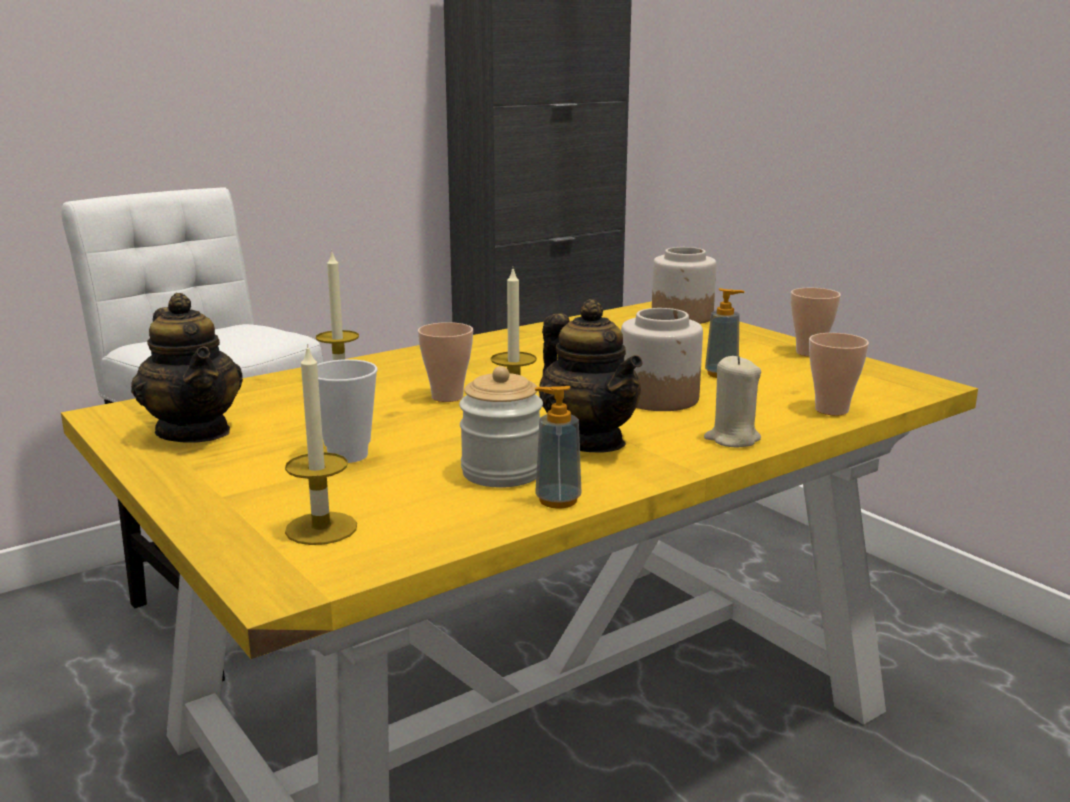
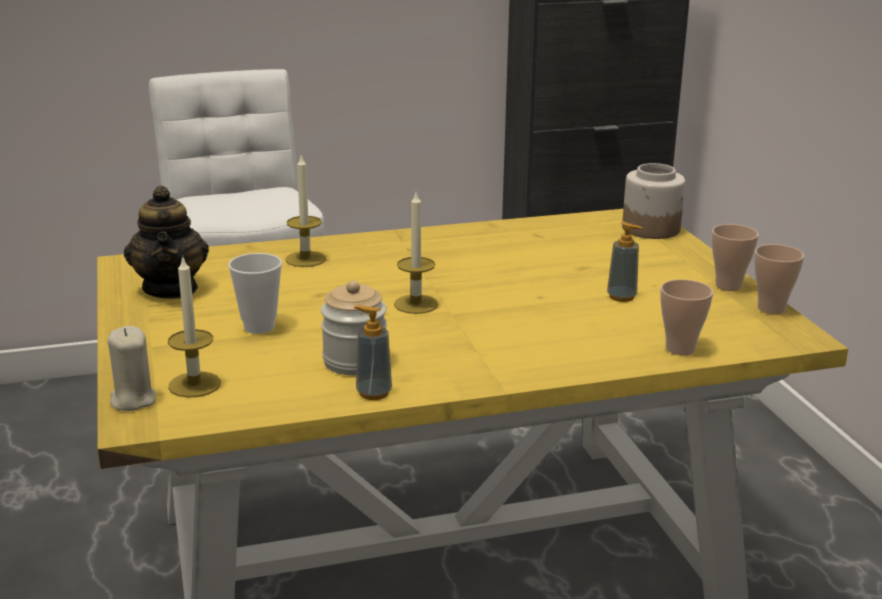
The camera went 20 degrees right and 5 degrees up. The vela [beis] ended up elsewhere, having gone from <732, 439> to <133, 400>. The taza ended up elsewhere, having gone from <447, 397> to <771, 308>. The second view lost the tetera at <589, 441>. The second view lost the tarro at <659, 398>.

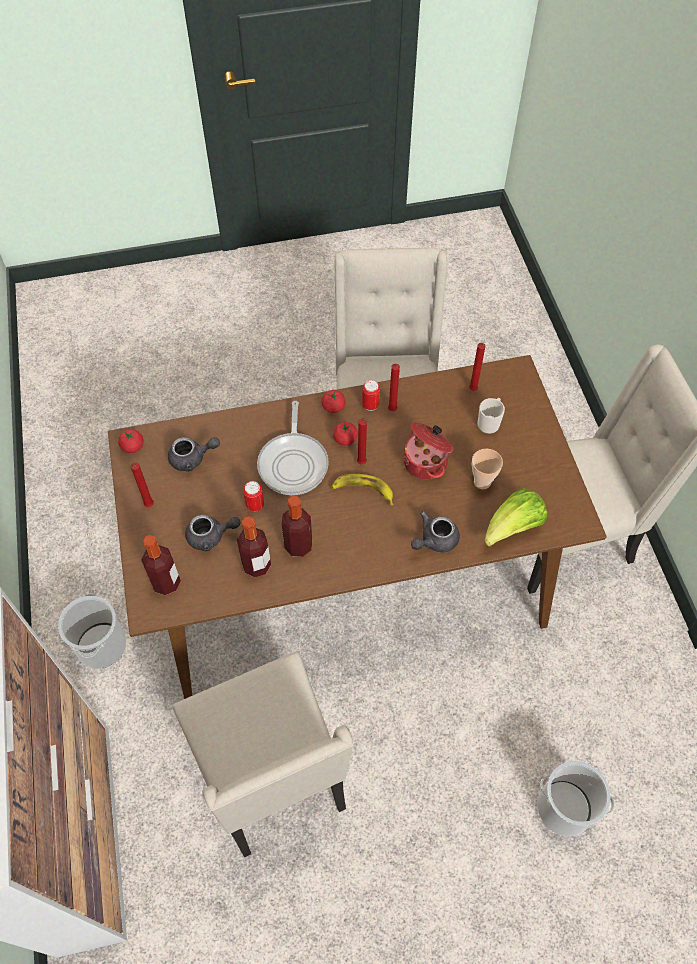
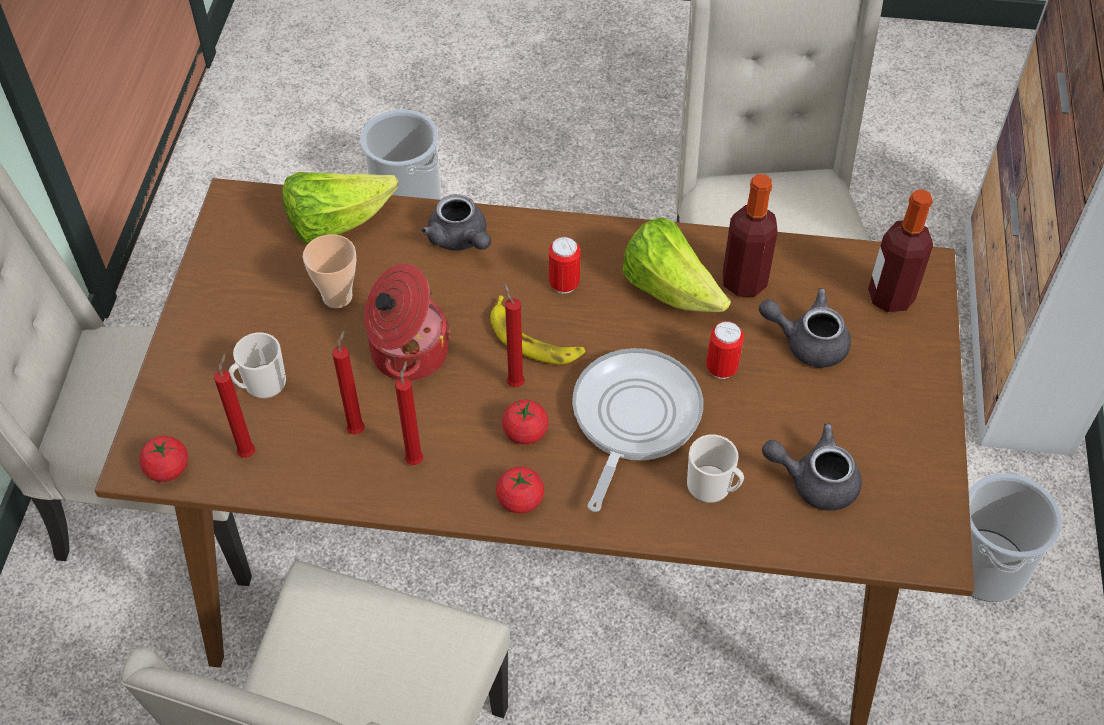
The camera went 160 degrees left and 5 degrees down. The tomate ended up elsewhere, having gone from <133, 446> to <168, 469>. The vela [rojo] ended up elsewhere, having gone from <149, 506> to <357, 428>. The tetera [gris] at <434, 540> ended up facing another way, 75 degrees clockwise from before. The lata ended up elsewhere, having gone from <370, 405> to <564, 284>. Where the botella stood at <298, 545>, the lechuga came to stand at <670, 290>. The second view gained the taza grande at <713, 487>.

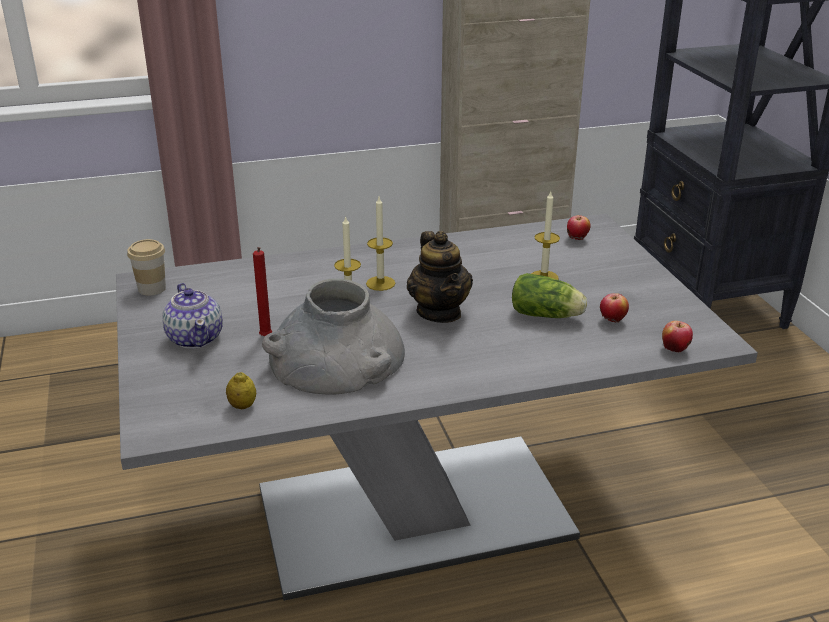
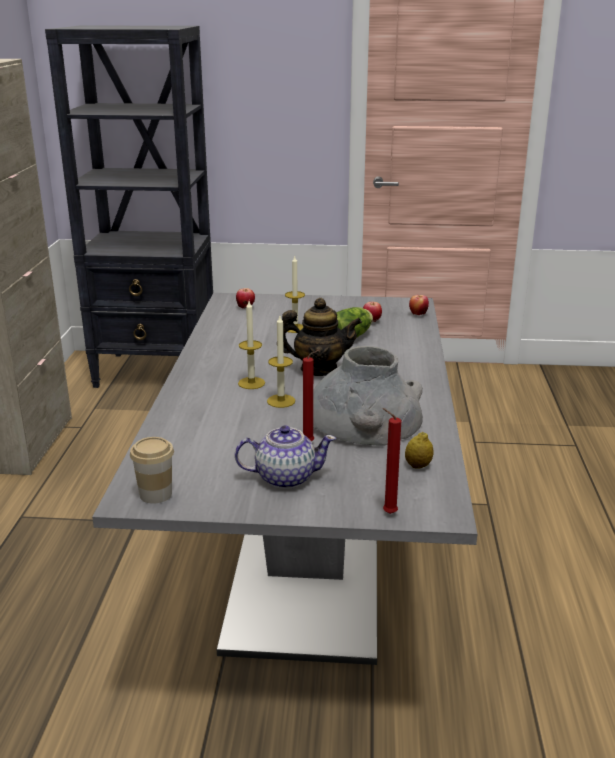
The camera went 70 degrees left and 5 degrees down. The second view gained the vela [rojo] at <387, 513>.

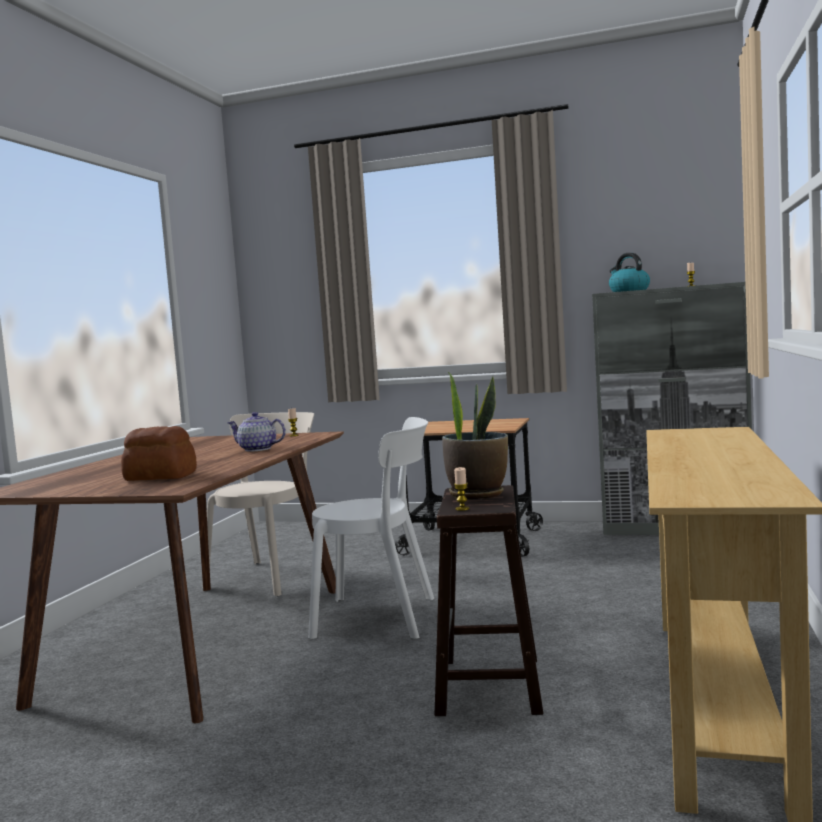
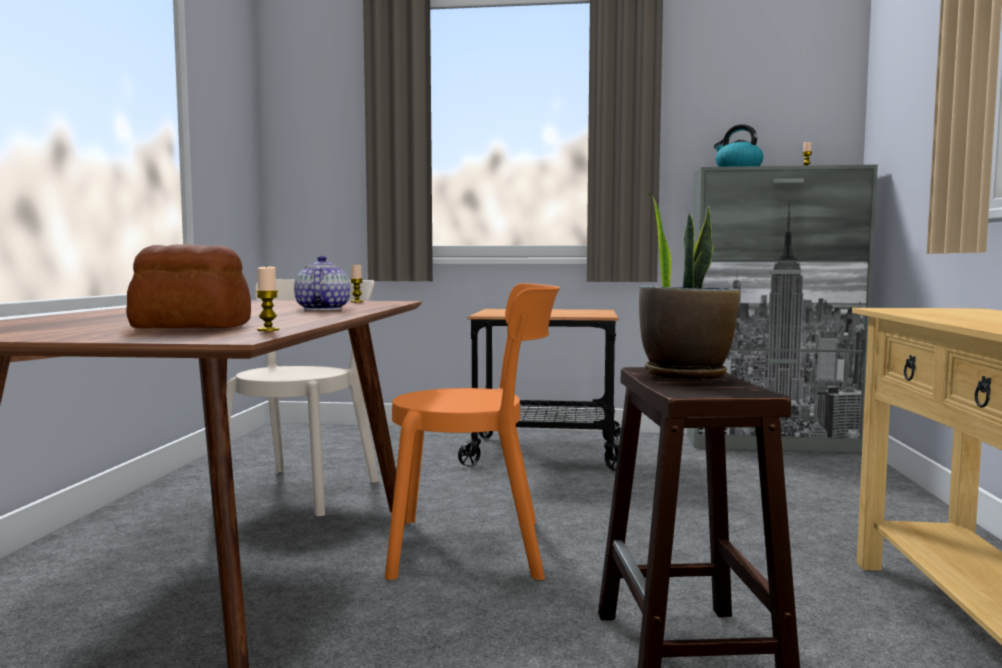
The camera went 10 degrees left and 0 degrees up. The vela ended up elsewhere, having gone from <462, 509> to <268, 330>. The tetera at <258, 449> ended up facing another way, 75 degrees clockwise from before. What was the silla [blanco] at <382, 617> turned into the silla [naranja] at <478, 548>.

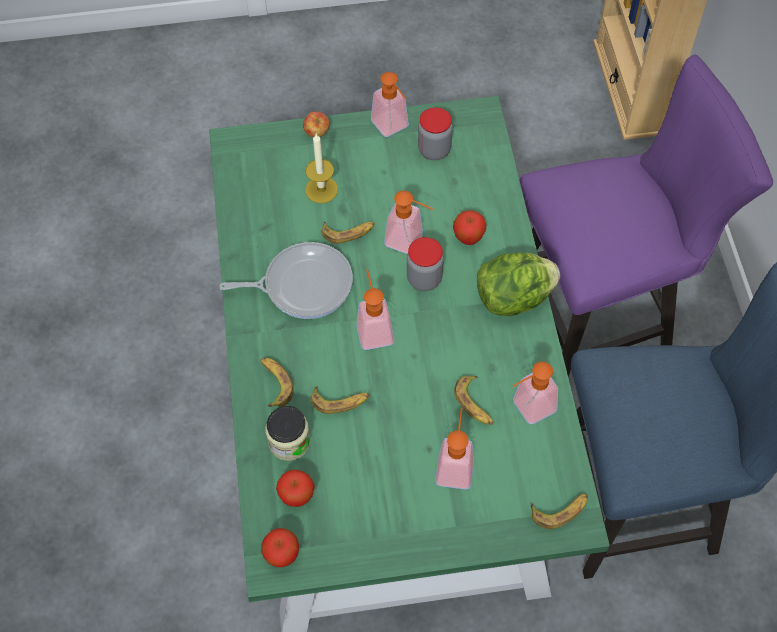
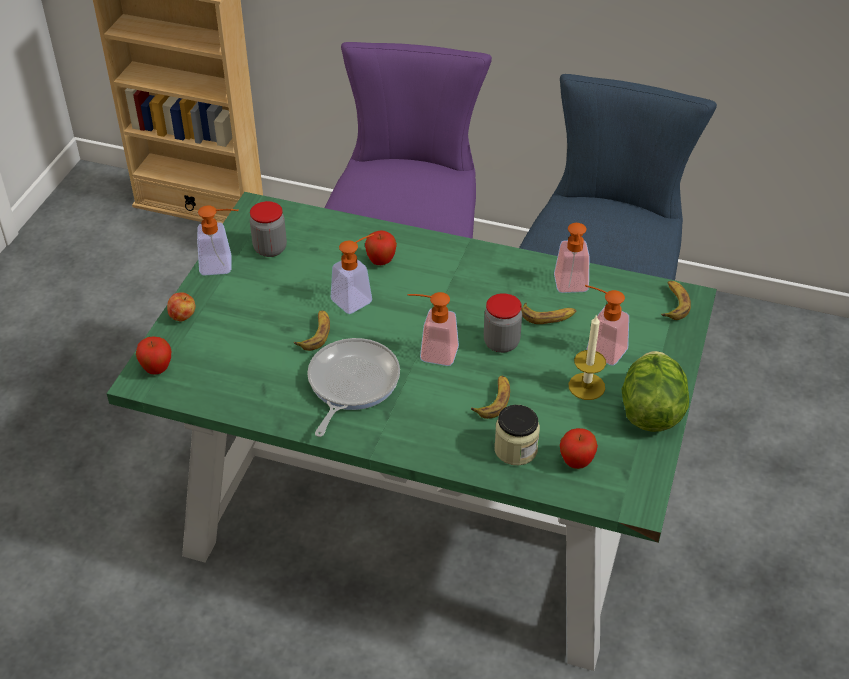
The camera went 65 degrees left and 15 degrees down. The manzana ended up elsewhere, having gone from <282, 556> to <157, 369>. The tarro ended up elsewhere, having gone from <424, 279> to <501, 343>. The vela ended up elsewhere, having gone from <321, 189> to <586, 386>. The lechuga ended up elsewhere, having gone from <513, 298> to <650, 411>. The second view lost the plátano at <274, 383>.

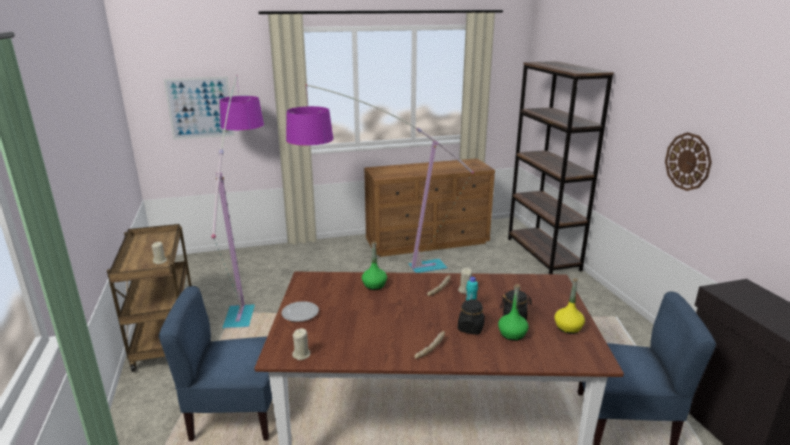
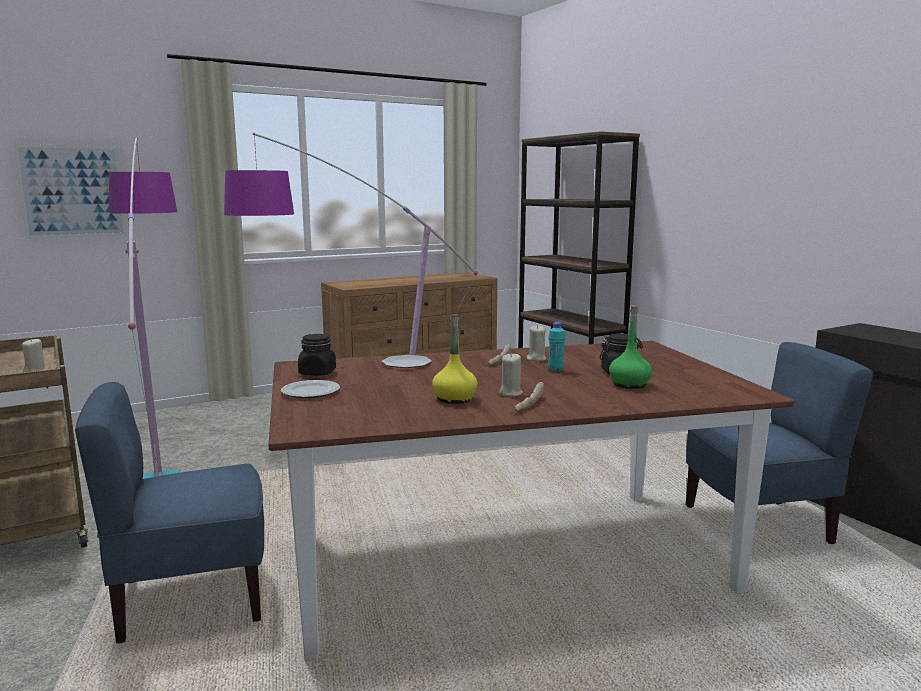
The camera went 15 degrees left and 10 degrees down. The tarro [negro] ended up elsewhere, having gone from <470, 328> to <317, 373>. Where the botella [verde] stood at <374, 285>, the plato came to stand at <406, 364>. The botella [amarillo] ended up elsewhere, having gone from <568, 327> to <454, 399>. The vela [beis] ended up elsewhere, having gone from <301, 355> to <510, 393>. The second view lost the reloj de pared at <688, 161>.

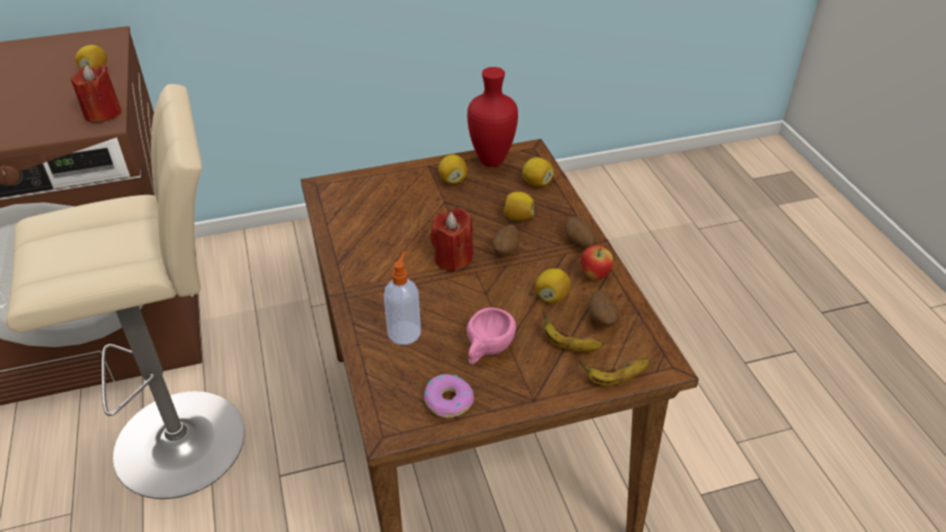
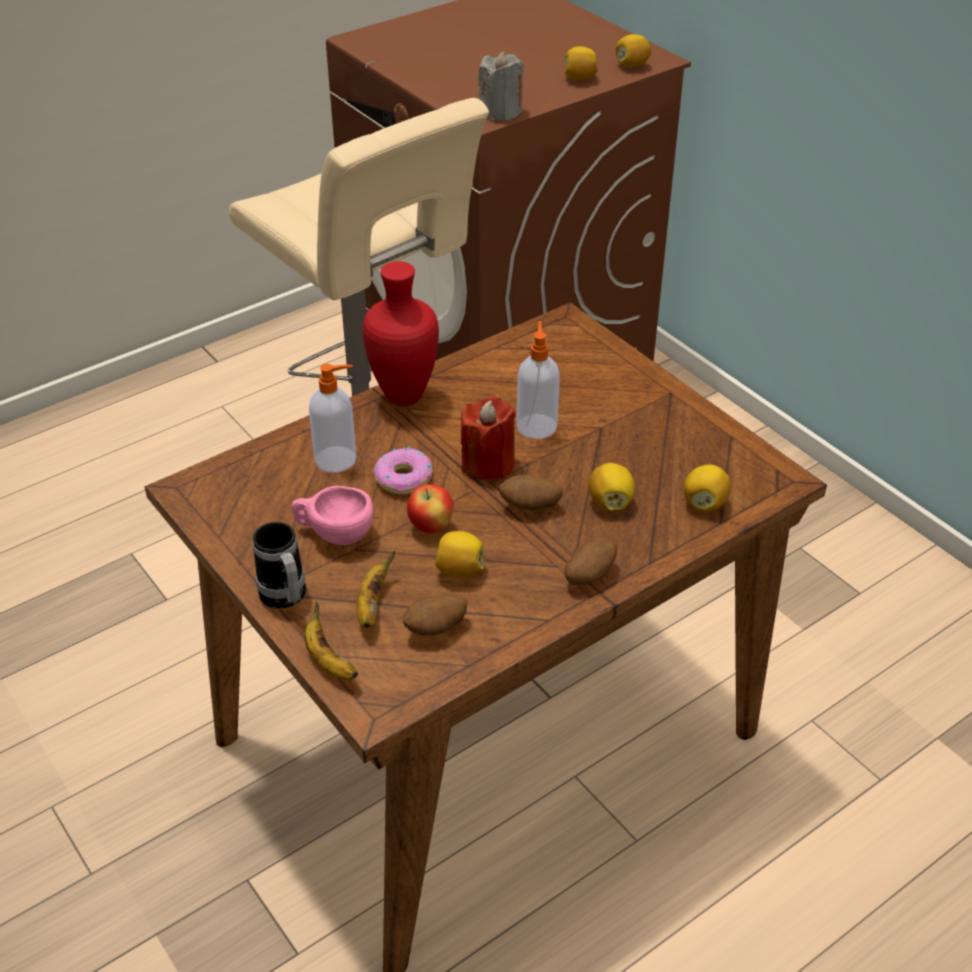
The camera went 70 degrees right and 0 degrees up. The second view gained the taza grande at <286, 599>. The florero [rojo] ended up elsewhere, having gone from <492, 162> to <402, 398>. The rosquilla ended up elsewhere, having gone from <448, 400> to <404, 478>. The manzana ended up elsewhere, having gone from <594, 275> to <431, 527>. What was the vela [rojo] at <103, 113> turned into the vela [gris] at <501, 112>. The second view gained the dispensador de jabón at <536, 425>. The limón ended up elsewhere, having gone from <452, 180> to <631, 65>.

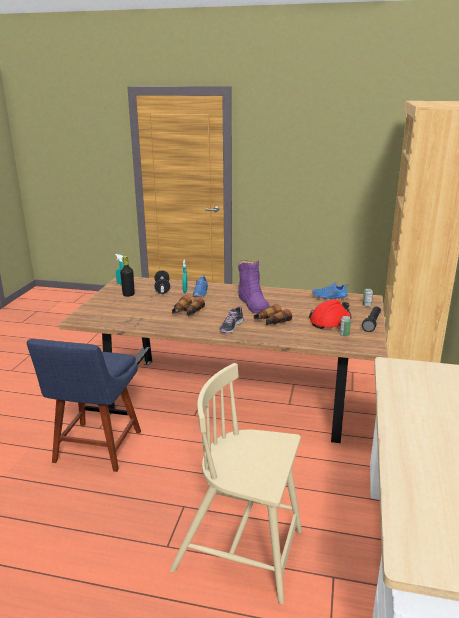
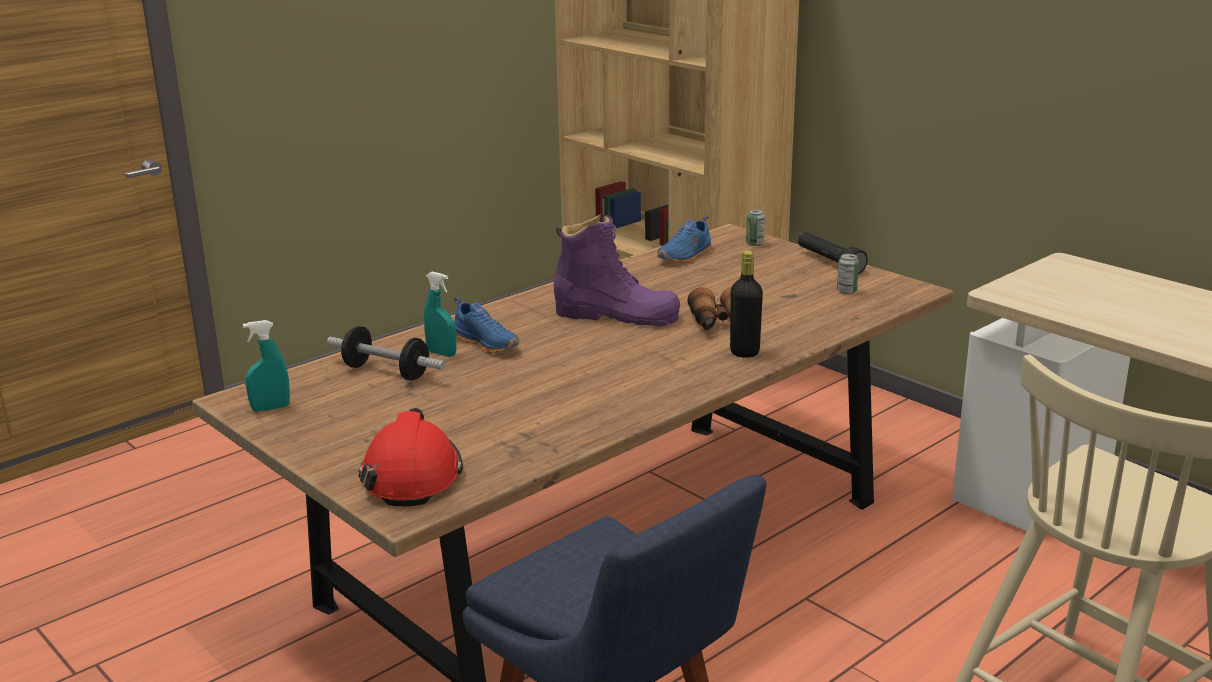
The camera went 55 degrees left and 0 degrees up. The casco [rojo] ended up elsewhere, having gone from <330, 321> to <411, 476>. The botella [negro] ended up elsewhere, having gone from <128, 294> to <744, 352>. The second view lost the prismáticos at <187, 312>. The second view lost the zapato at <231, 327>.

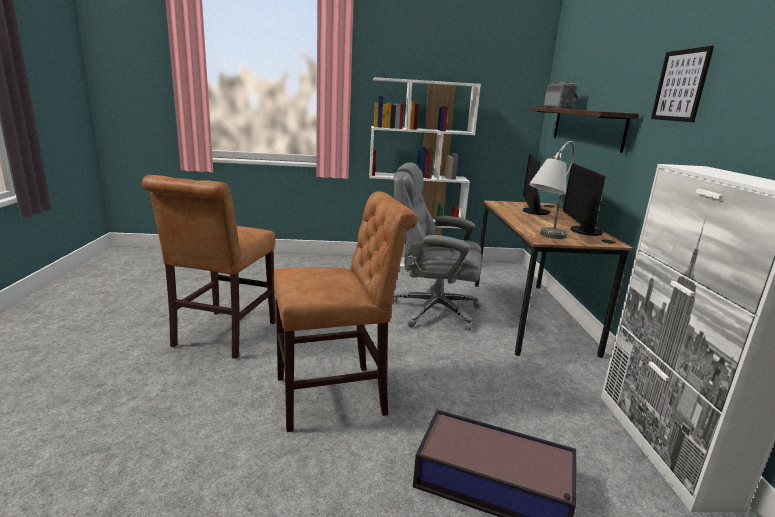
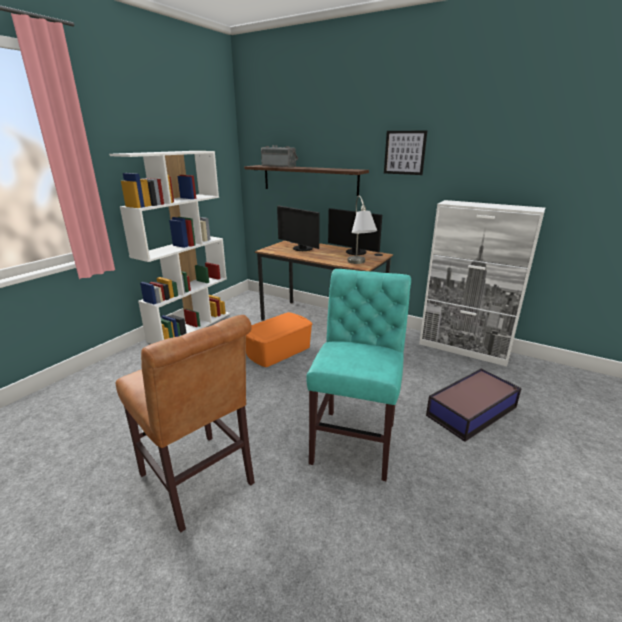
The camera went 55 degrees left and 5 degrees up. Where the silla de oficina [gris] stood at <433, 310>, the caja de almacenaje [naranja] came to stand at <278, 351>. What was the silla [marrón] at <337, 396> turned into the silla [turquesa] at <355, 439>.

